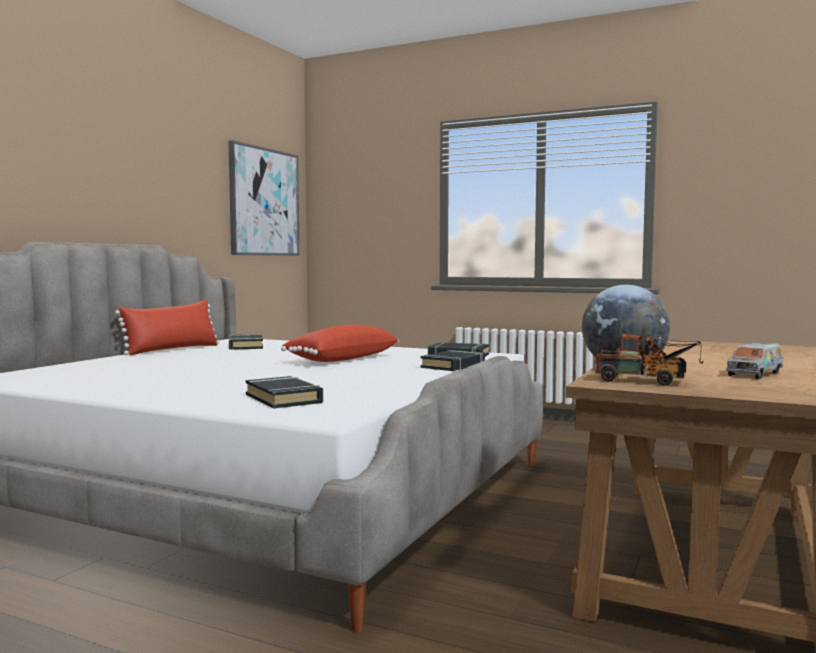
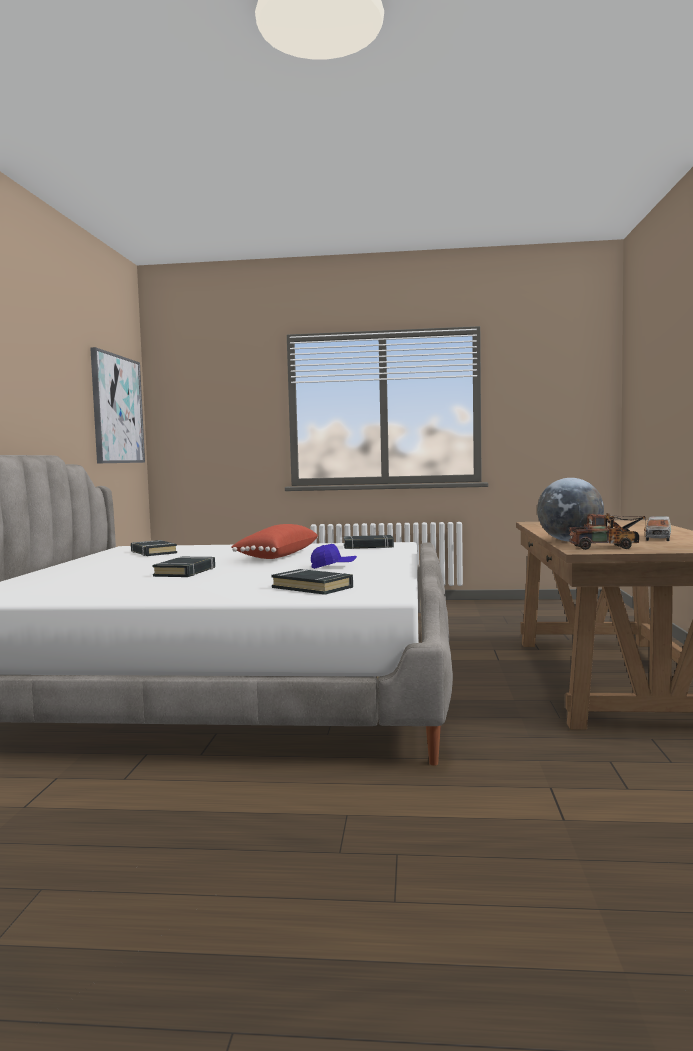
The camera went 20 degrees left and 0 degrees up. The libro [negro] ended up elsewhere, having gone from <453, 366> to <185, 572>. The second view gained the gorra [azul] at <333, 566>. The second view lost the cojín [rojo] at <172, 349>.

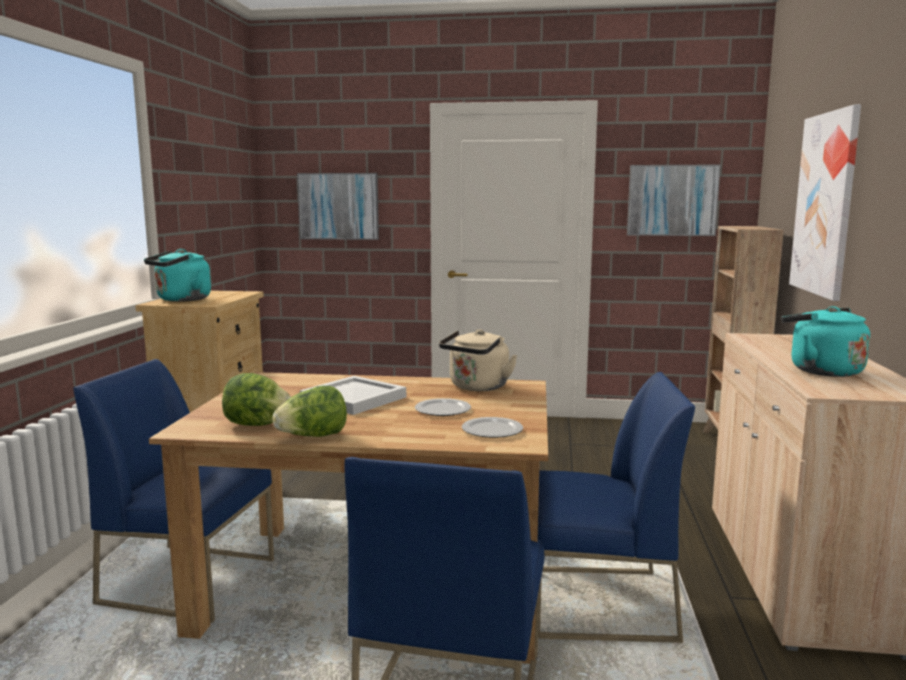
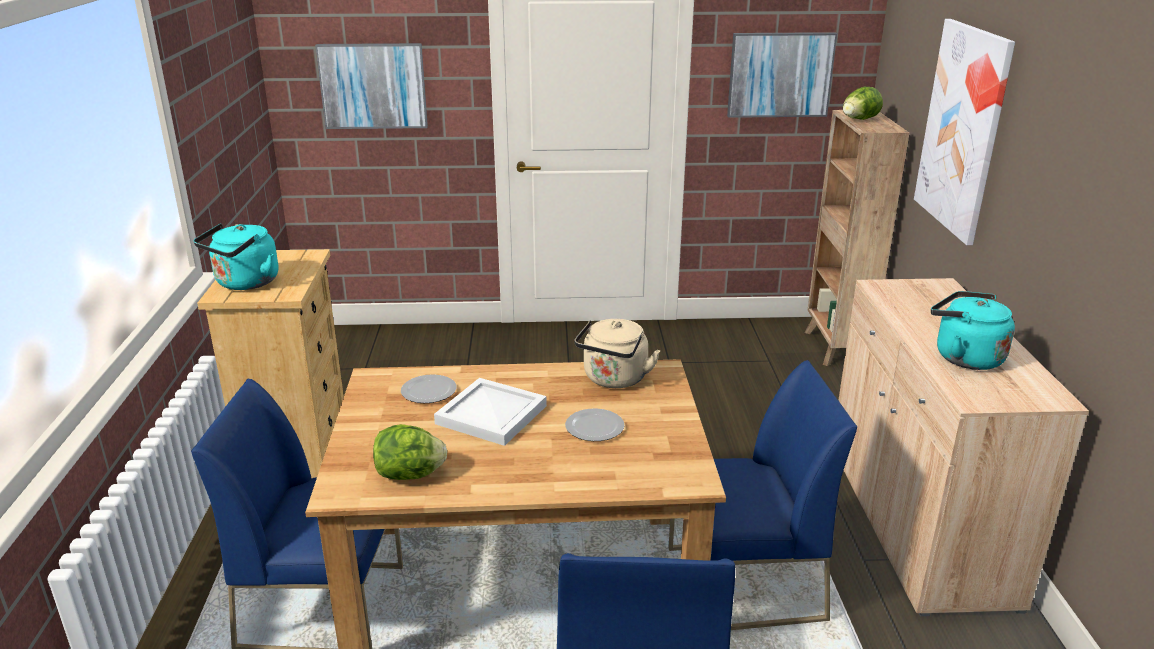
The camera went 10 degrees left and 15 degrees up. The plato ended up elsewhere, having gone from <491, 430> to <427, 391>. The lechuga ended up elsewhere, having gone from <313, 436> to <858, 120>.

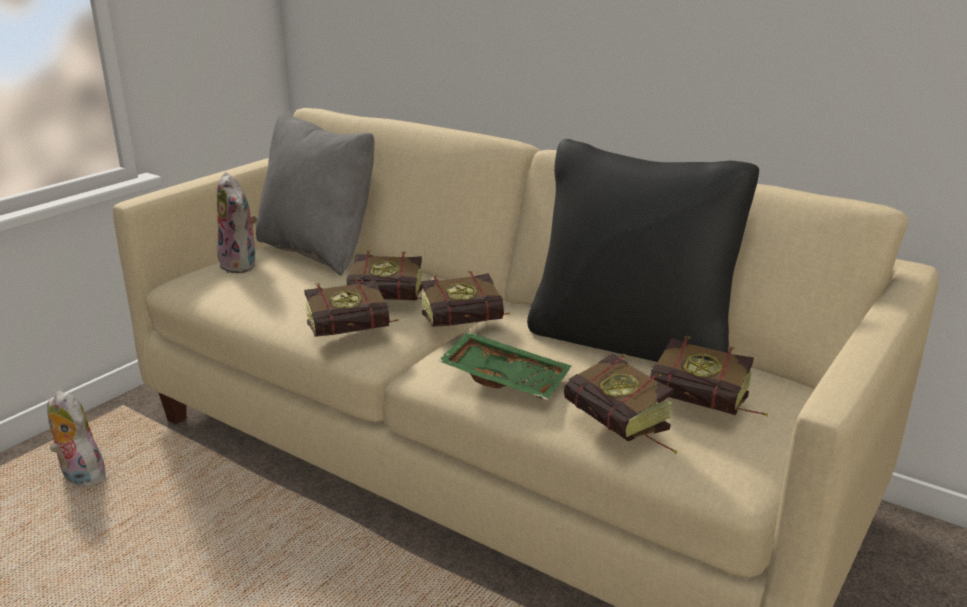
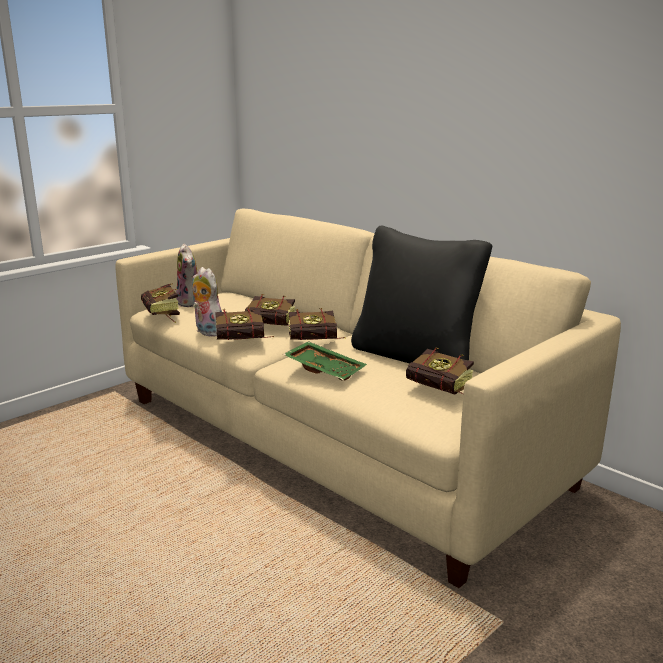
The camera went 10 degrees right and 5 degrees down. The libro ended up elsewhere, having gone from <623, 431> to <162, 316>. The peluche ended up elsewhere, having gone from <79, 477> to <207, 332>. The second view lost the cojín [gris] at <318, 251>.

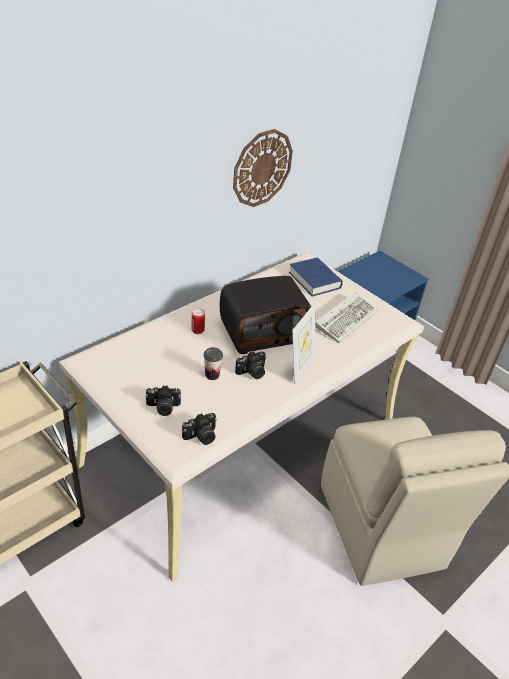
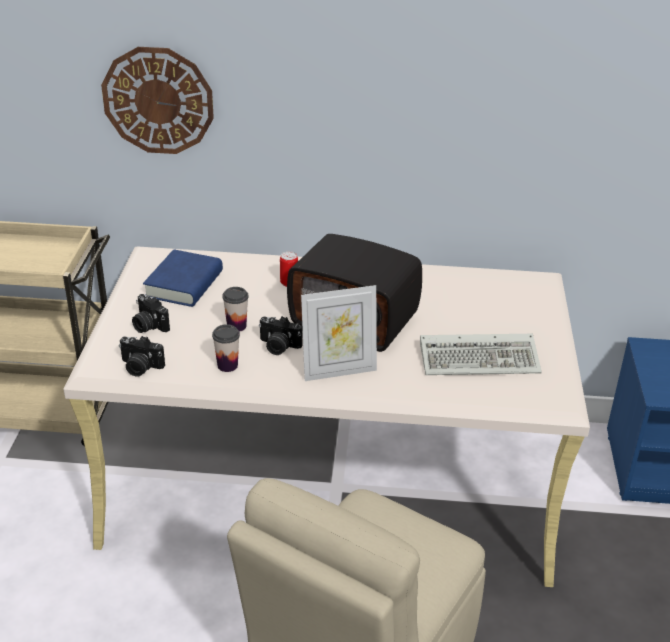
The camera went 50 degrees right and 5 degrees down. The reloj de pared ended up elsewhere, having gone from <262, 168> to <158, 100>. The libro [azul] ended up elsewhere, having gone from <314, 280> to <184, 284>. The second view gained the taza at <227, 365>.

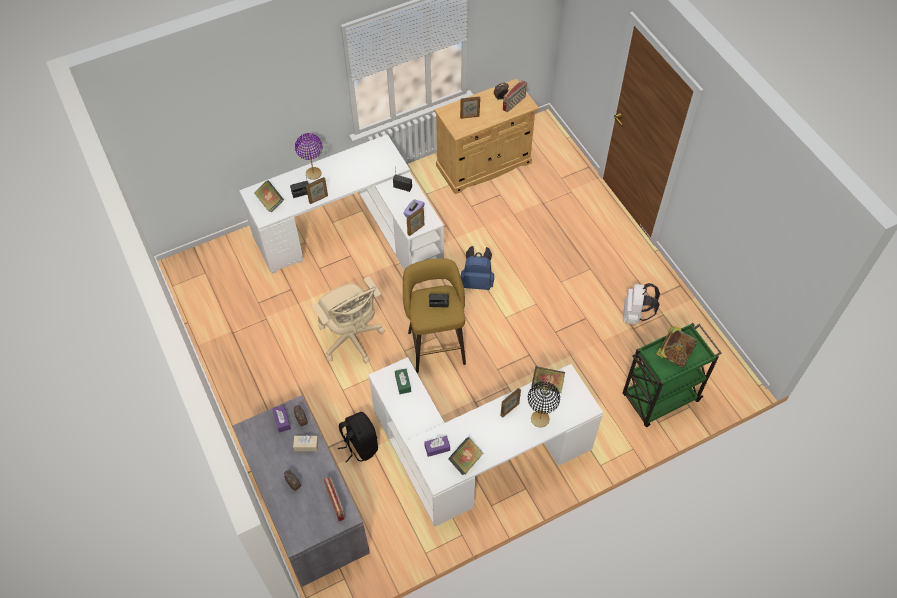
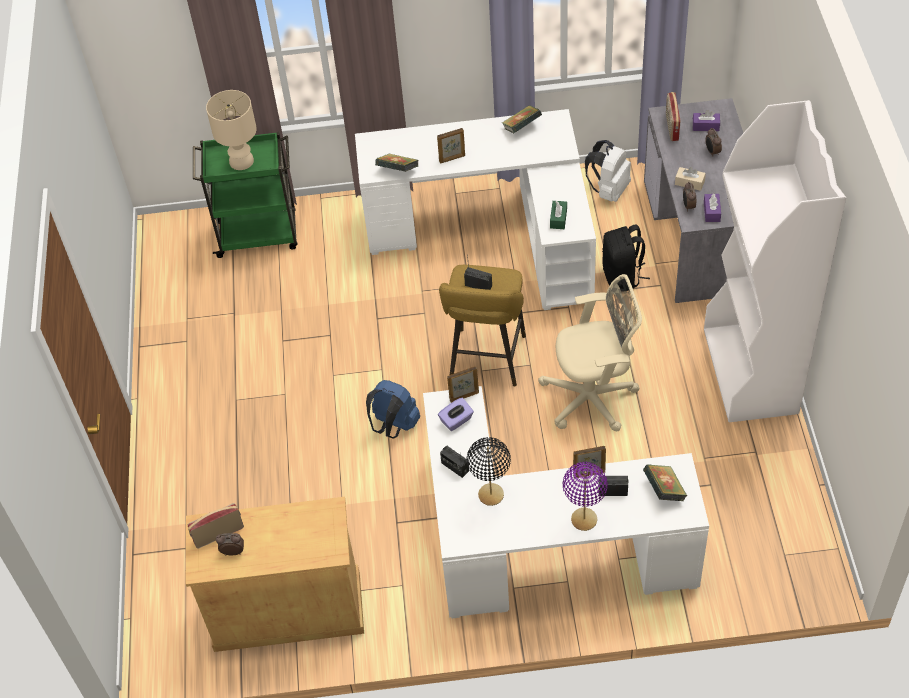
The camera went 155 degrees left and 5 degrees down. Where the libro stood at <674, 353>, the lámpara de mesa [beis] came to stand at <242, 161>. The lámpara de mesa [negro] ended up elsewhere, having gone from <539, 419> to <491, 494>. The silla de oficina [beis] at <351, 339> ended up facing another way, 90 degrees clockwise from before. The mochila [blanco] ended up elsewhere, having gone from <635, 315> to <609, 190>. The caja de pañuelos [morado] ended up elsewhere, having gone from <437, 448> to <705, 126>. The second view gained the estantería [blanco] at <751, 372>. The second view lost the portarretratos at <470, 117>.

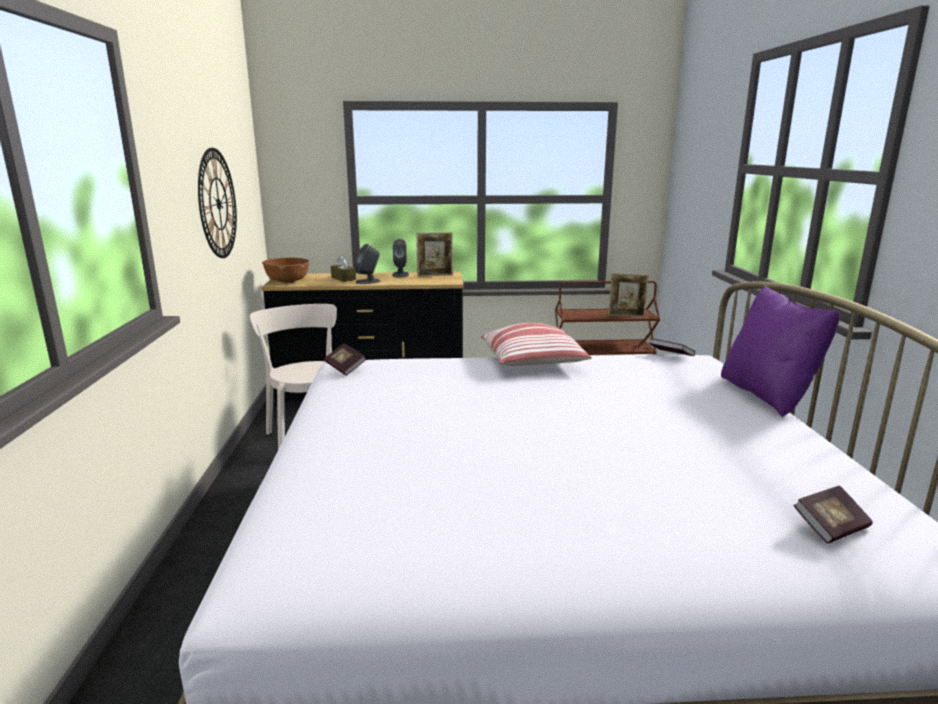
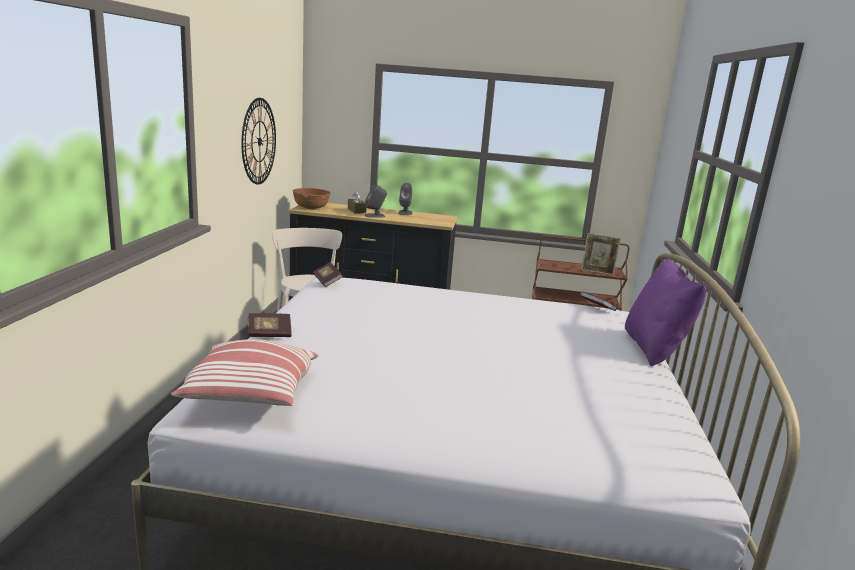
The camera went 10 degrees right and 0 degrees up. The cojín ended up elsewhere, having gone from <533, 363> to <250, 393>. The libro ended up elsewhere, having gone from <830, 528> to <269, 334>. The second view lost the portarretratos at <435, 275>.

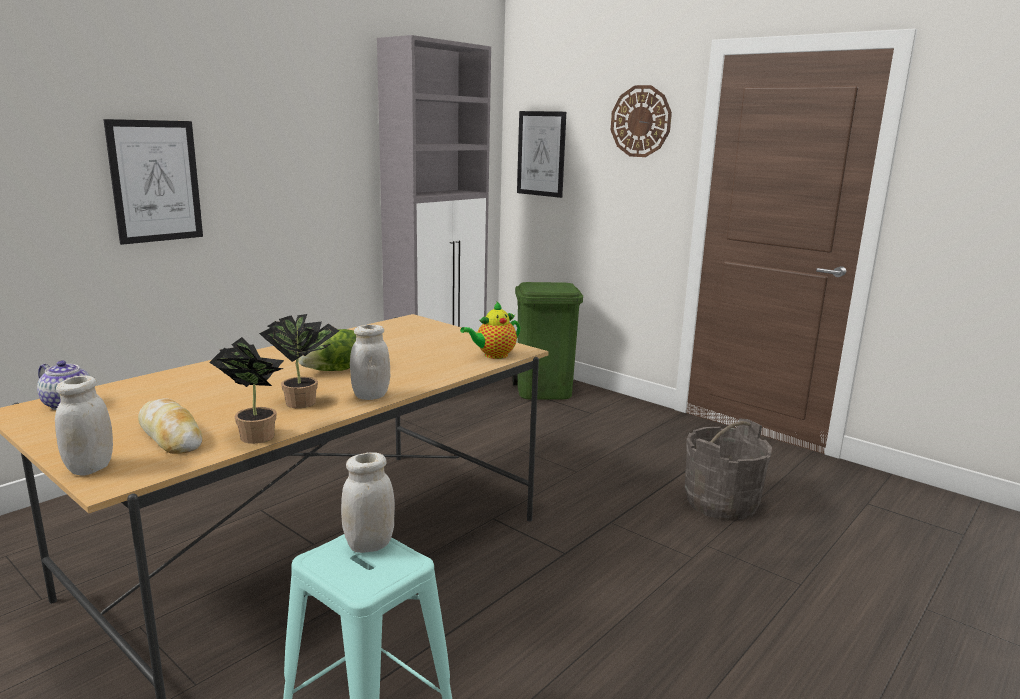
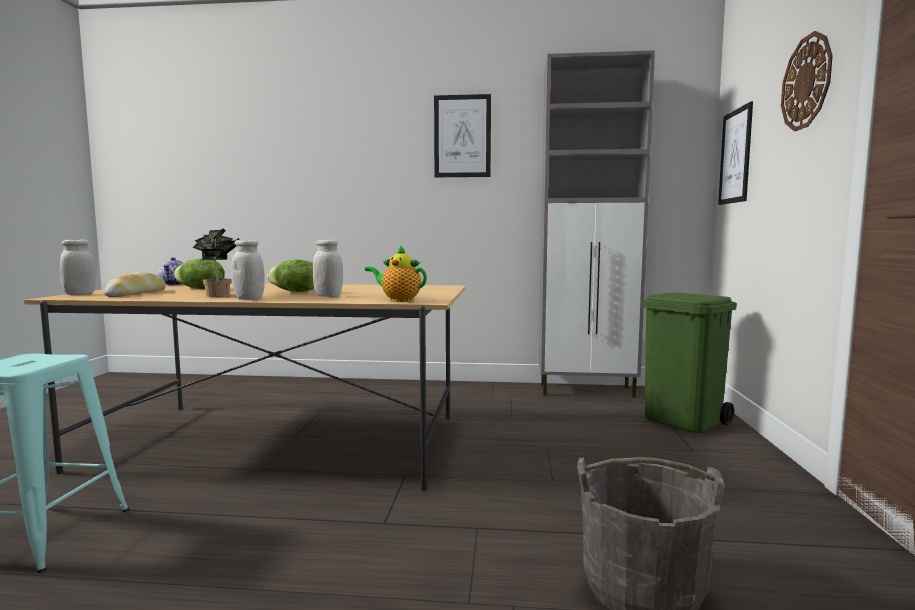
The camera went 55 degrees right and 10 degrees down. The second view gained the lechuga at <200, 289>. The tarro [blanco] ended up elsewhere, having gone from <369, 545> to <328, 296>. The cuadro ended up elsewhere, having gone from <155, 181> to <462, 136>. The second view lost the planta en maceta at <253, 435>.

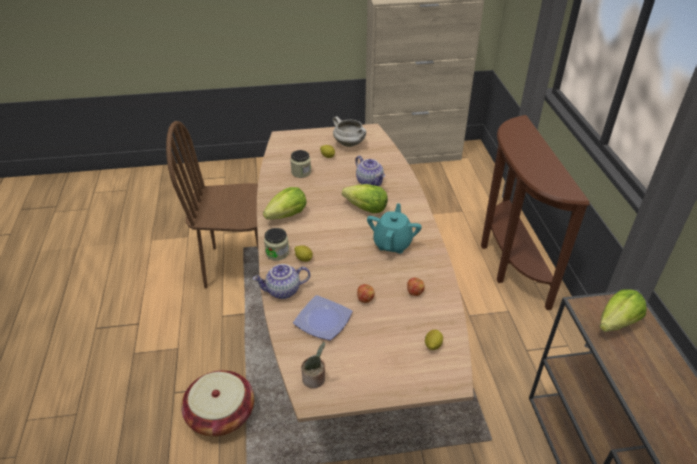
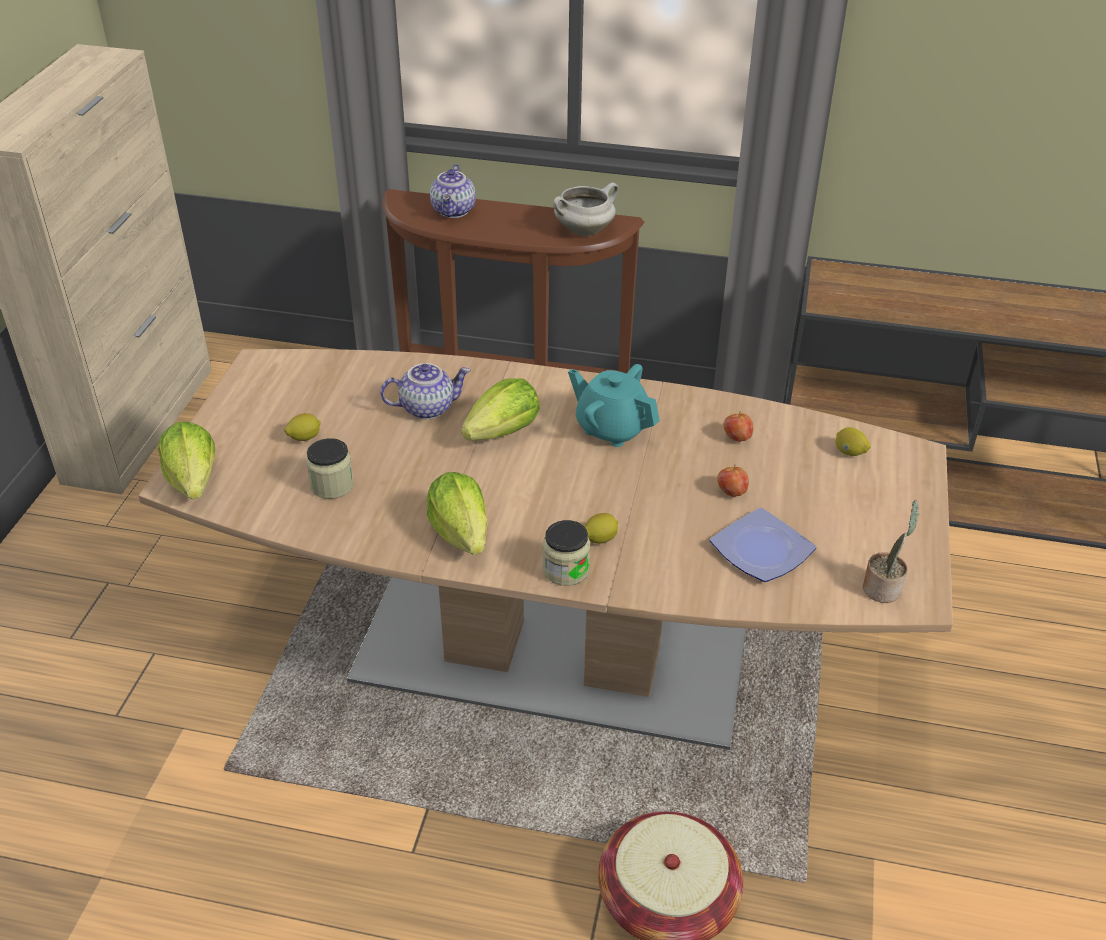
The camera went 70 degrees left and 0 degrees up. The lechuga ended up elsewhere, having gone from <617, 323> to <193, 481>. The tetera ended up elsewhere, having gone from <283, 291> to <454, 211>. The olla [blanco] ended up elsewhere, having gone from <350, 144> to <584, 230>. The second view lost the silla [marrón] at <239, 266>.

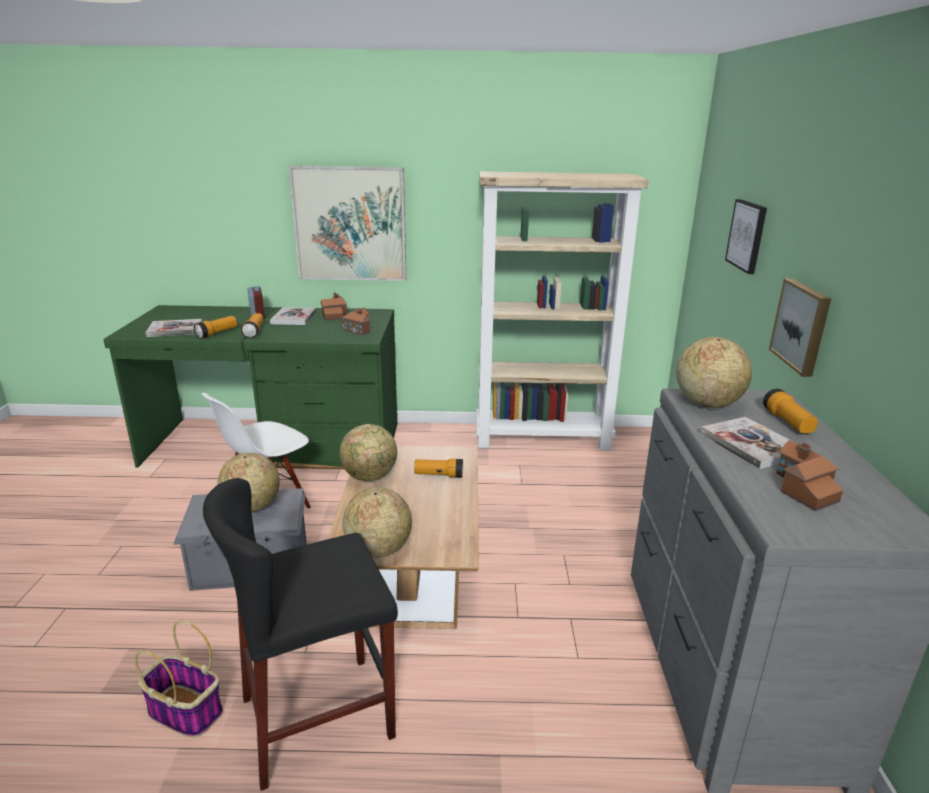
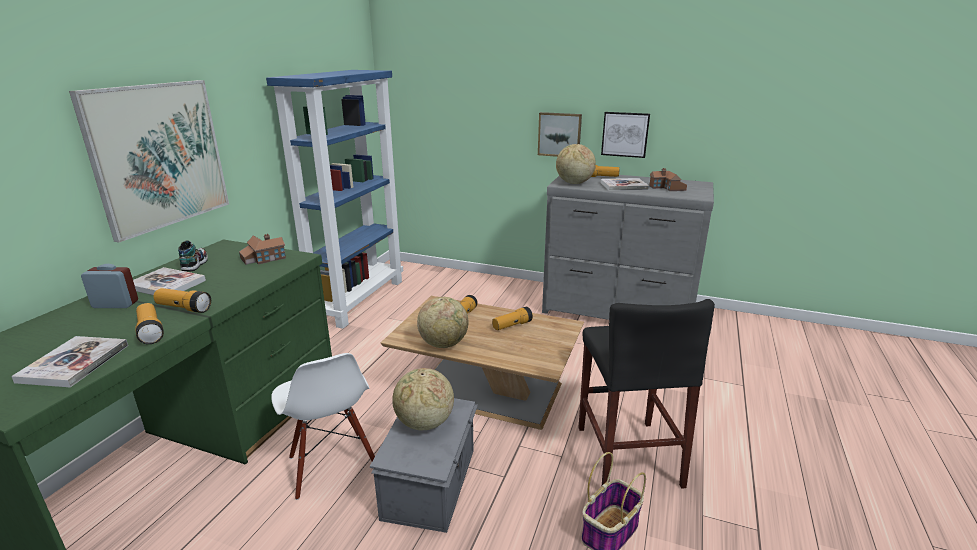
The camera went 70 degrees left and 0 degrees up. Where the casita stood at <334, 315>, the zapato came to stand at <195, 264>. What was the estantería [beis] at <543, 438> turned into the estantería [azul] at <359, 299>. The second view gained the linterna at <512, 325>. The cuadro ended up elsewhere, having gone from <747, 235> to <625, 134>. The second view lost the globo terráqueo at <378, 549>.

